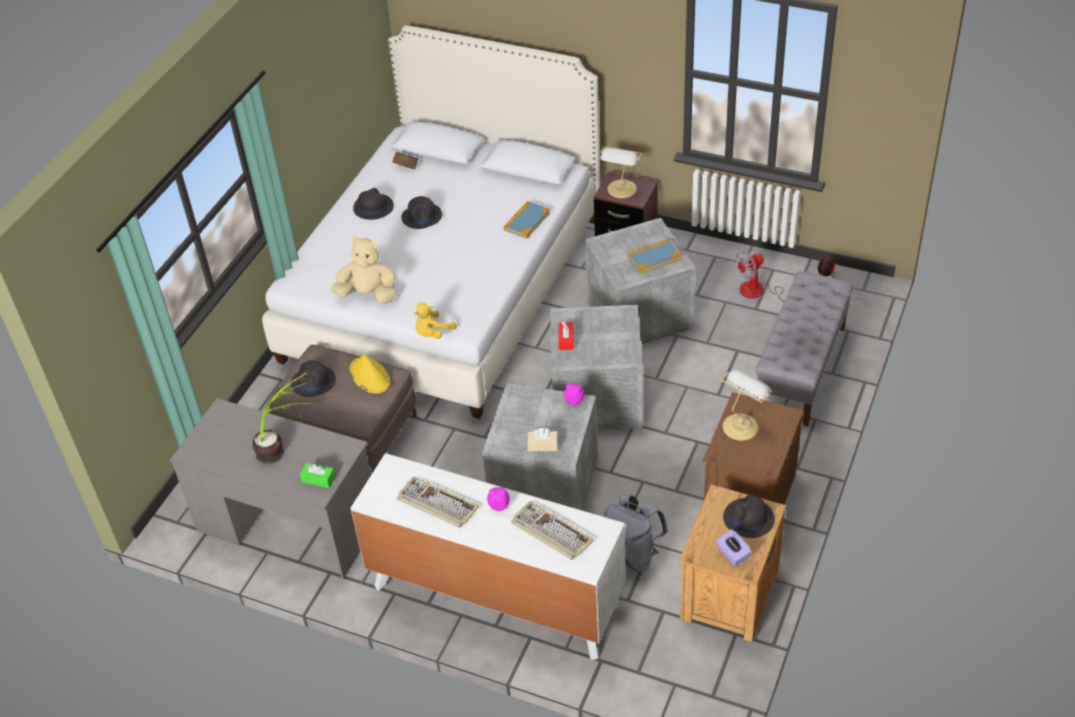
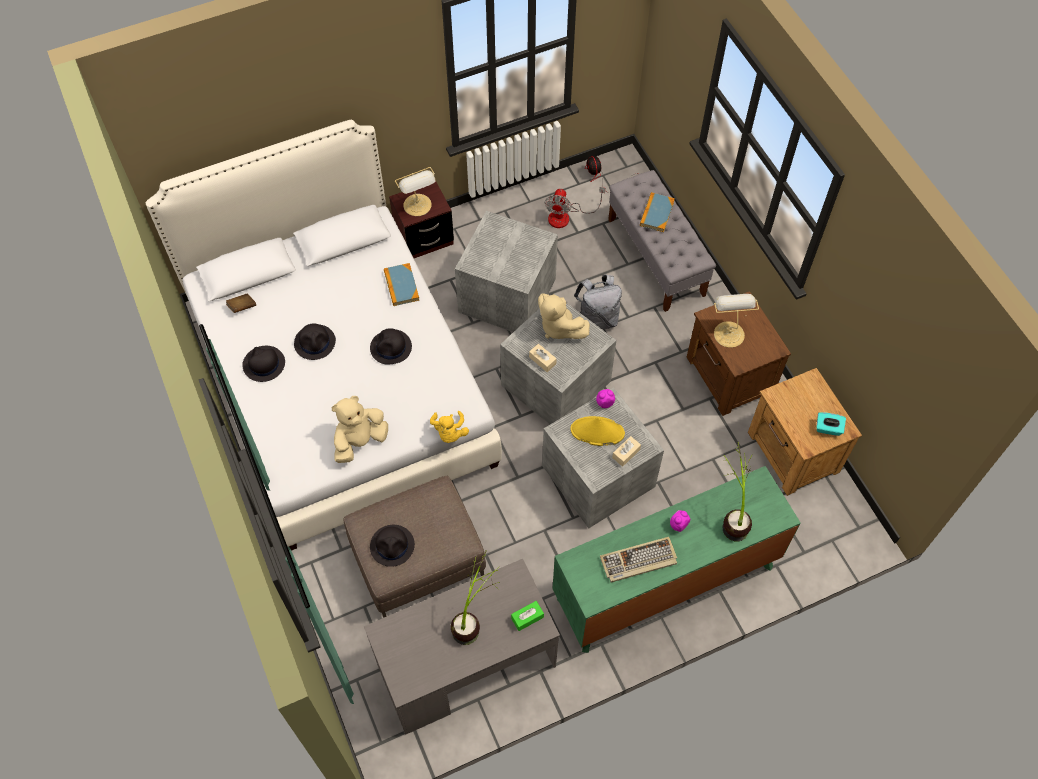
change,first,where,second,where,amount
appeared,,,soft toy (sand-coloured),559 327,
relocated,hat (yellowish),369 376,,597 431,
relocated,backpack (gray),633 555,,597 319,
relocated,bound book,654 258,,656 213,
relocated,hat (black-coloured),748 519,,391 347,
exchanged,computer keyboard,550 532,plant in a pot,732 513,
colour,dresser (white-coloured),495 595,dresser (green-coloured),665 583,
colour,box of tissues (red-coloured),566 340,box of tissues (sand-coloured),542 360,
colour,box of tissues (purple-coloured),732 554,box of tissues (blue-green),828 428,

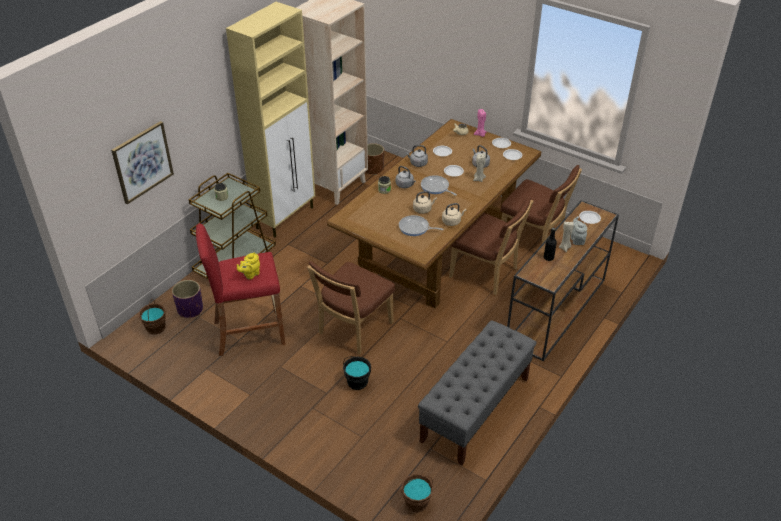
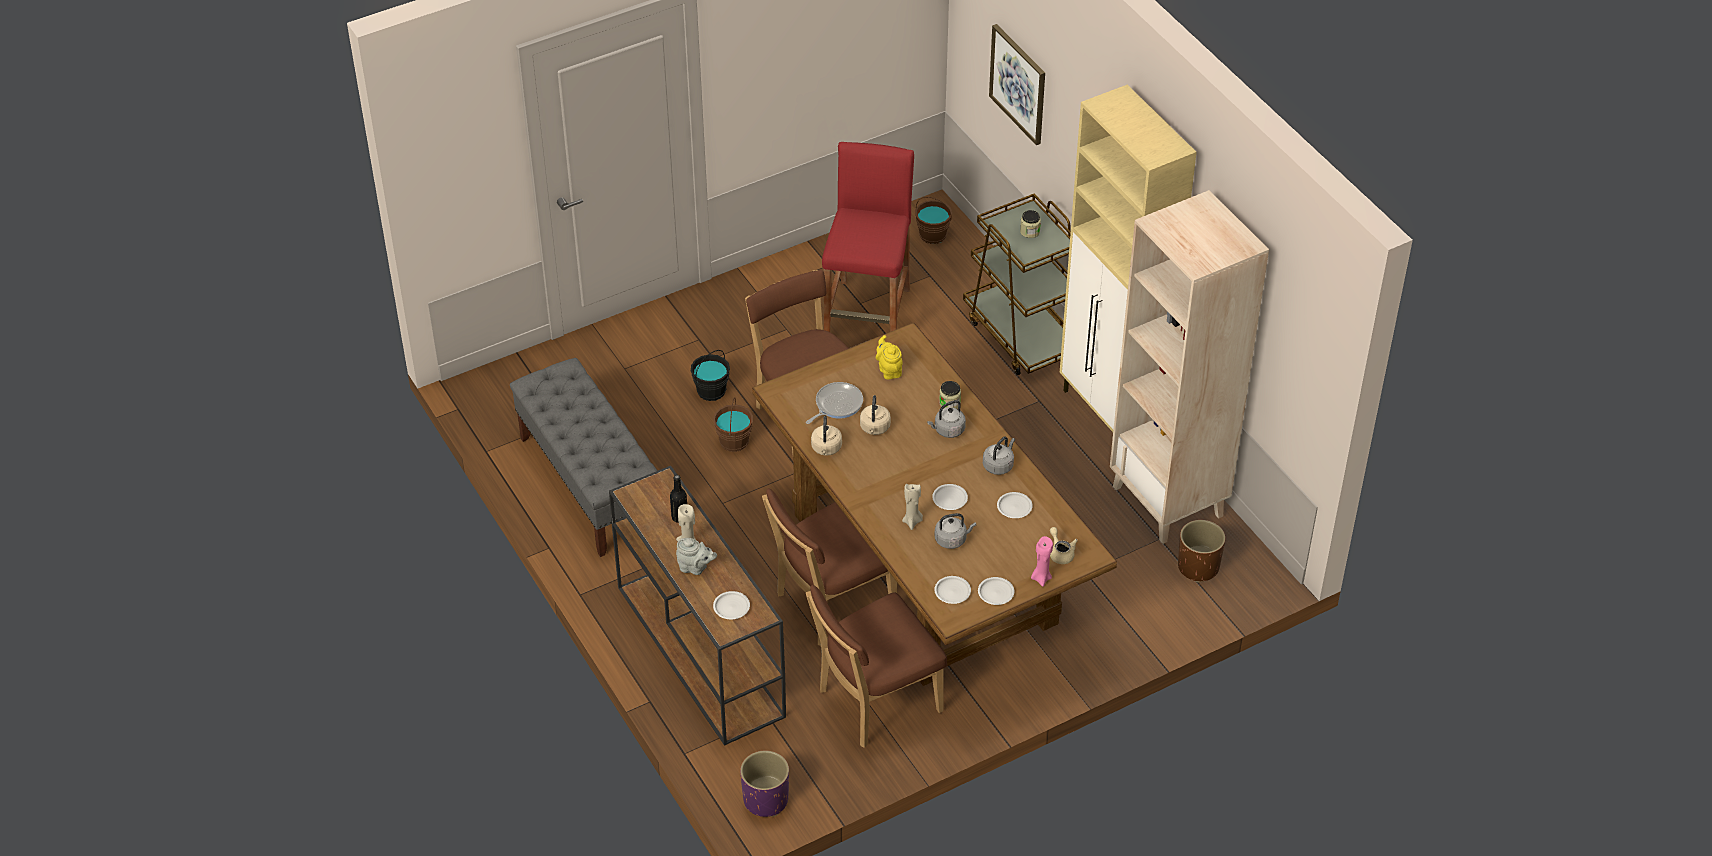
change,first,where,second,where,amount
missing,skillet,436 187,,,
relocated,planter (purple-coloured),190 309,,765 800,
relocated,tea pot (yellowish),250 274,,889 370,
relocated,water bucket (brownish),416 502,,733 441,

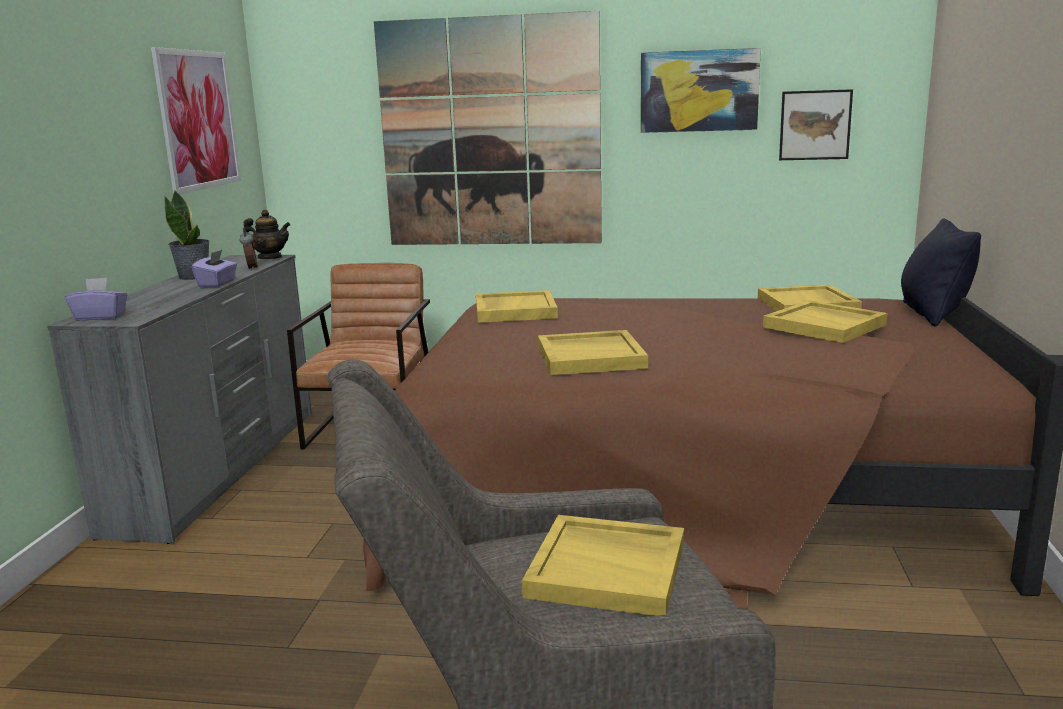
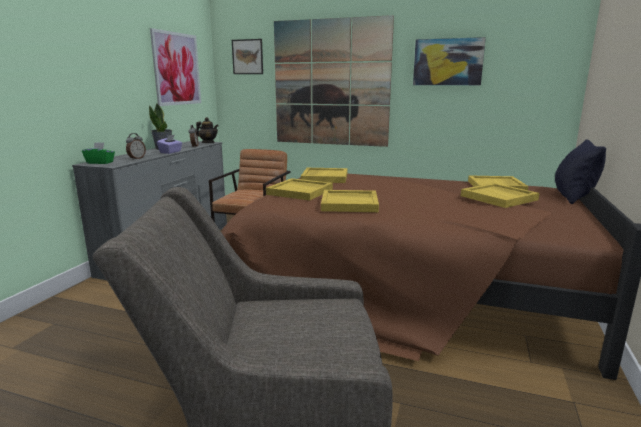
change,first,where,second,where,amount
appeared,,,table clock,136 158,
relocated,tray (yellowish),608 569,,300 191,
relocated,picture,815 125,,247 57,
colour,box of tissues (purple-coloured),100 317,box of tissues (green-coloured),100 162,

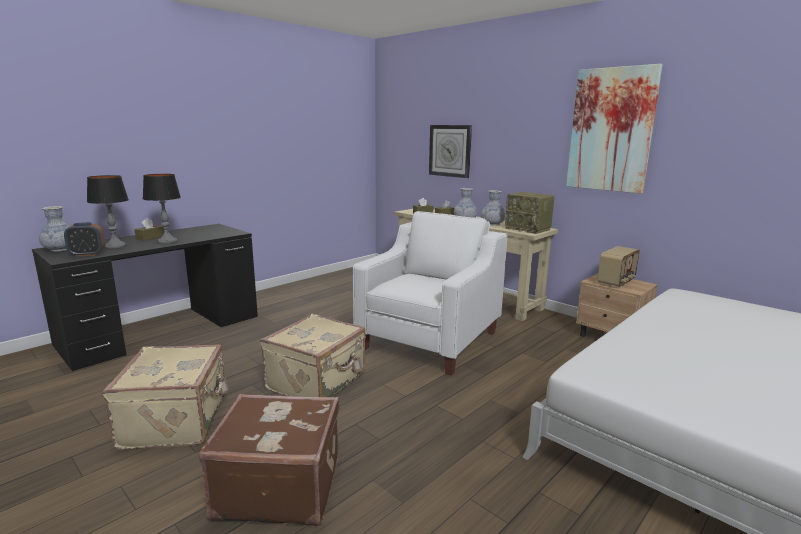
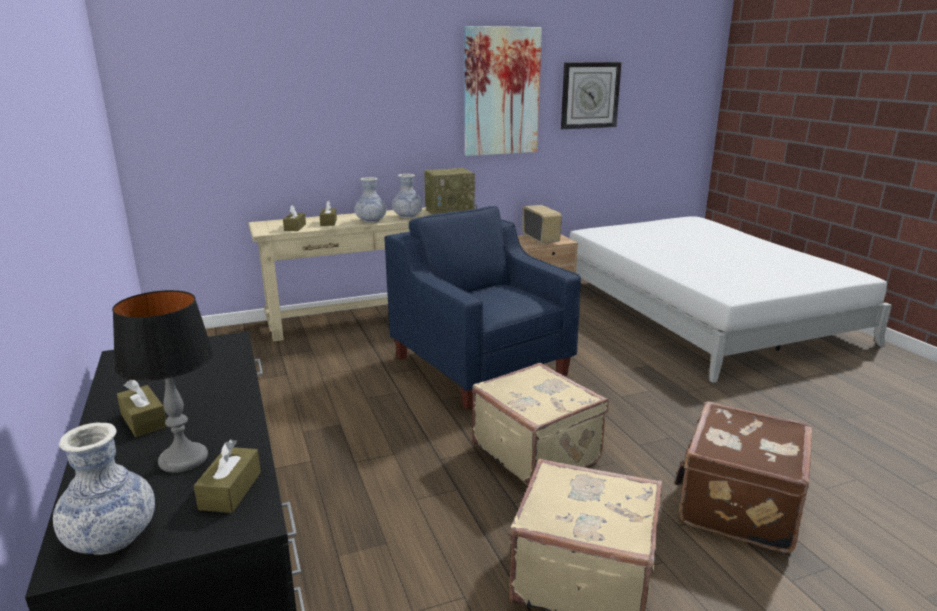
change,first,where,second,where,amount
missing,lamp for a table,167 241,,,
relocated,hanging clock,450 151,,590 95,
exchanged,table clock,87 254,box of tissues (brownish),230 490,
colour,lounge chair (white-coloured),430 340,lounge chair (blue-coloured),480 365,

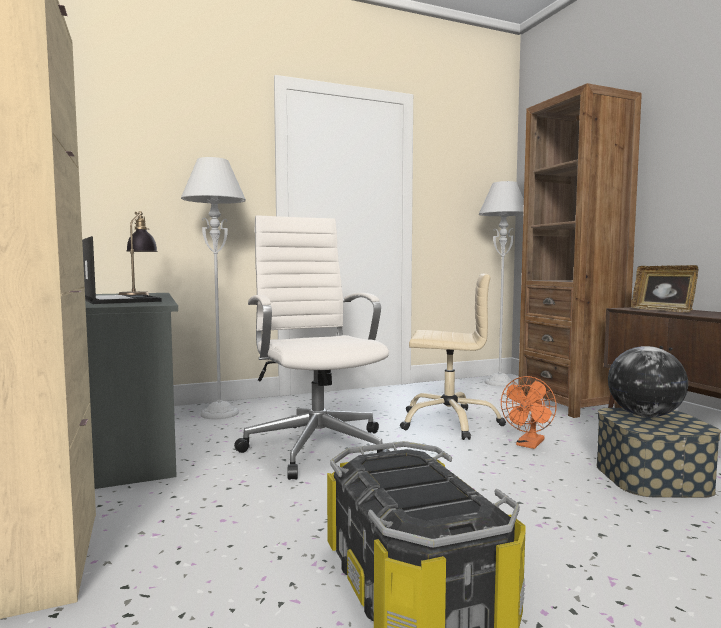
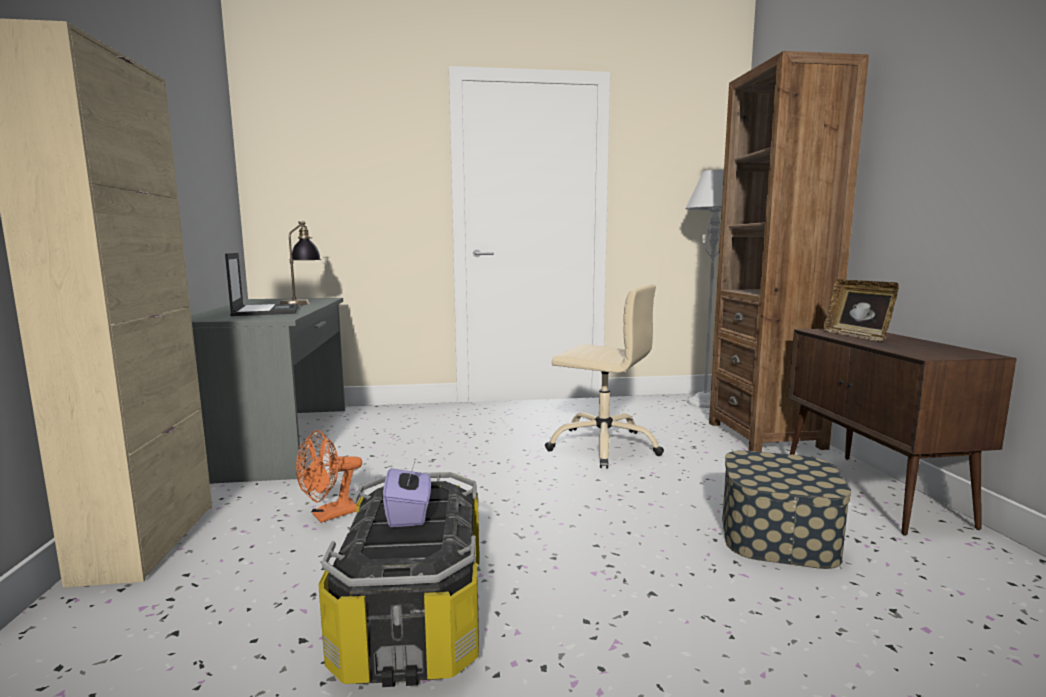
change,first,where,second,where,amount
missing,standard lamp (gray),219 413,,,
missing,office chair (white-coloured),316 446,,,
missing,globe,645 415,,,
appeared,,,box of tissues (purple-coloured),409 514,
relocated,fan (orange-coloured),529 444,,329 515,

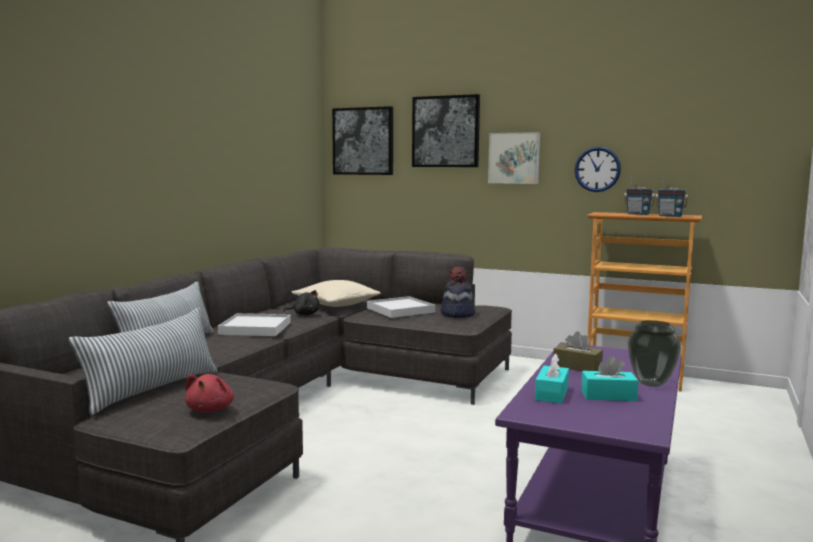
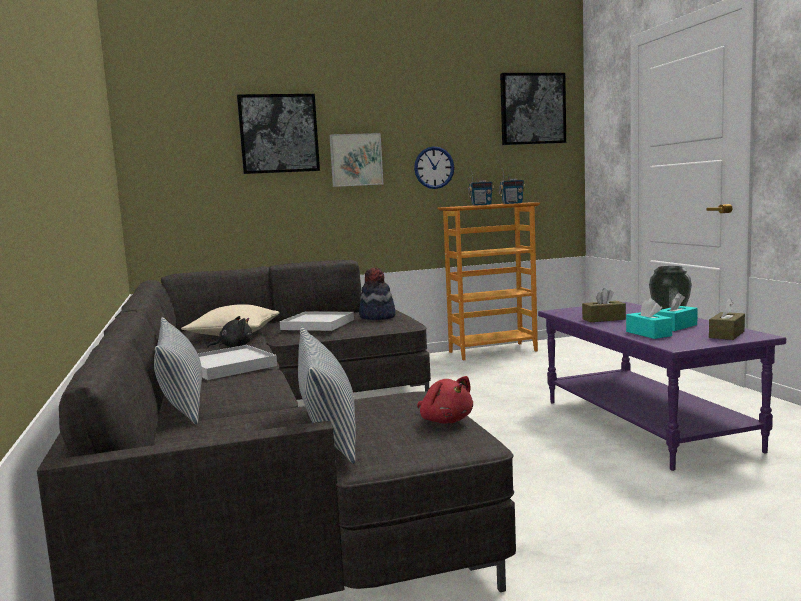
change,first,where,second,where,amount
appeared,,,box of tissues (brownish),726 334,
relocated,picture,363 141,,532 109,

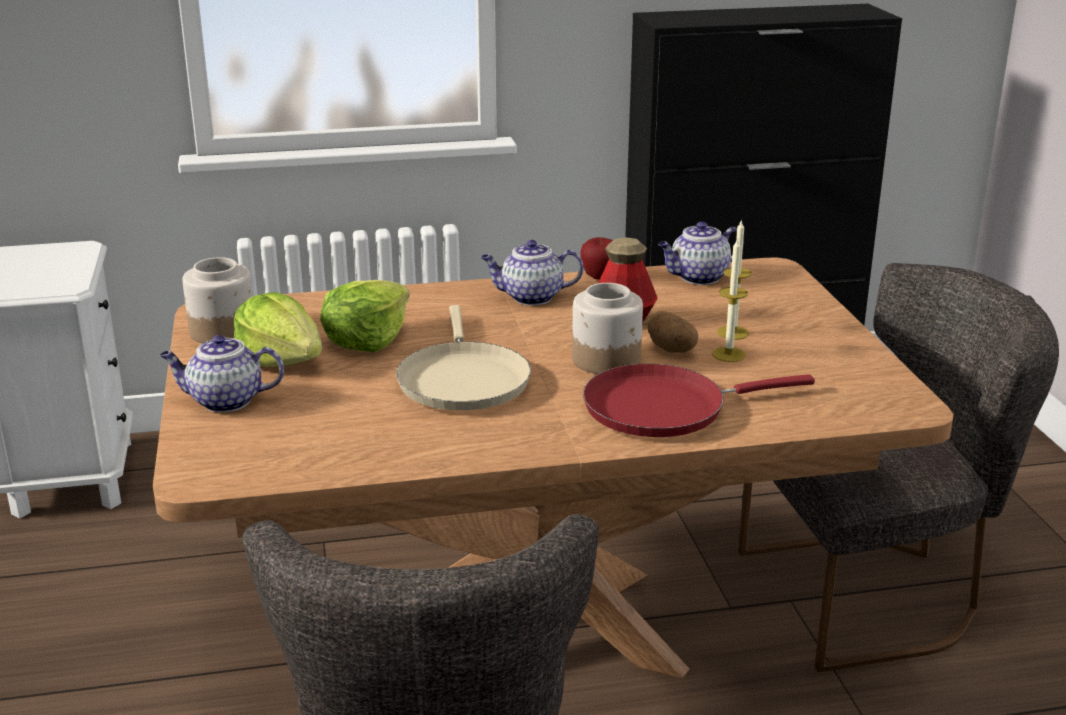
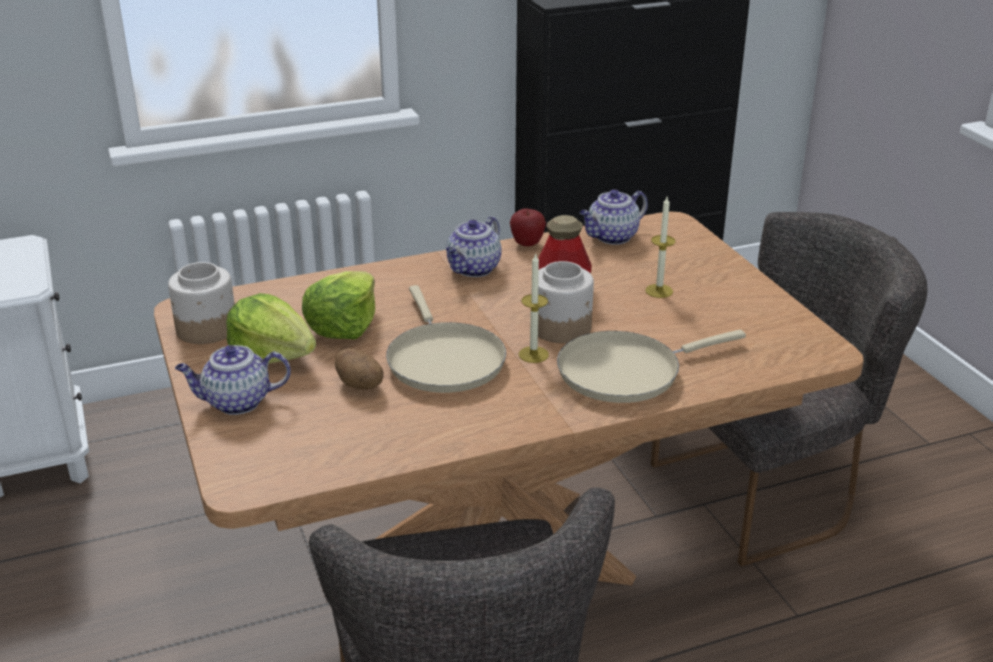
change,first,where,second,where,amount
relocated,whole potato,672 350,,361 385,
relocated,wax candle,728 354,,533 354,
colour,skillet (red-coloured),664 408,skillet (sand-coloured),626 371,
spun,tea pot,530 297,,473 269,45 degrees counterclockwise

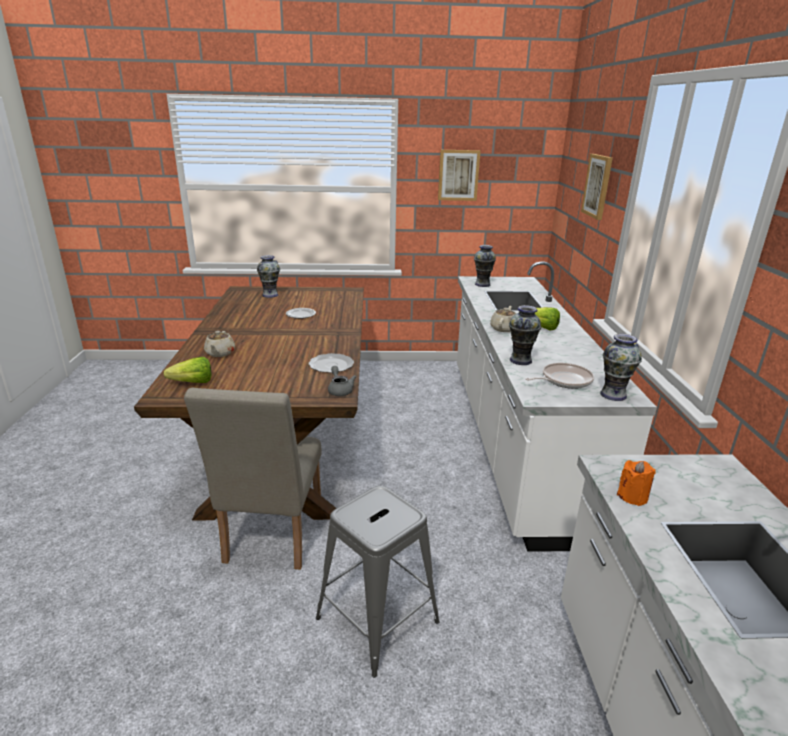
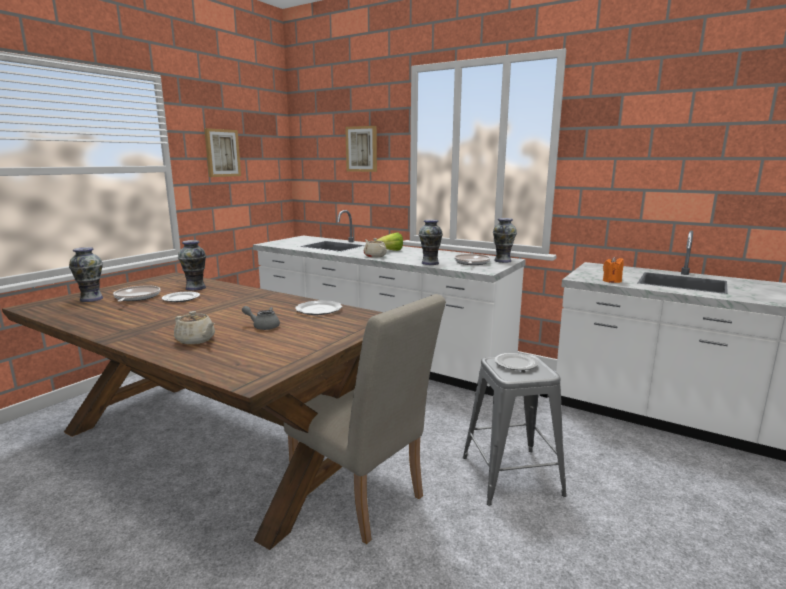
change,first,where,second,where,amount
missing,head of lettuce,189 383,,,
appeared,,,skillet,136 297,
appeared,,,dinner plate,515 364,
relocated,tea pot (gray),340 390,,263 326,
relocated,vase,483 284,,196 288,

